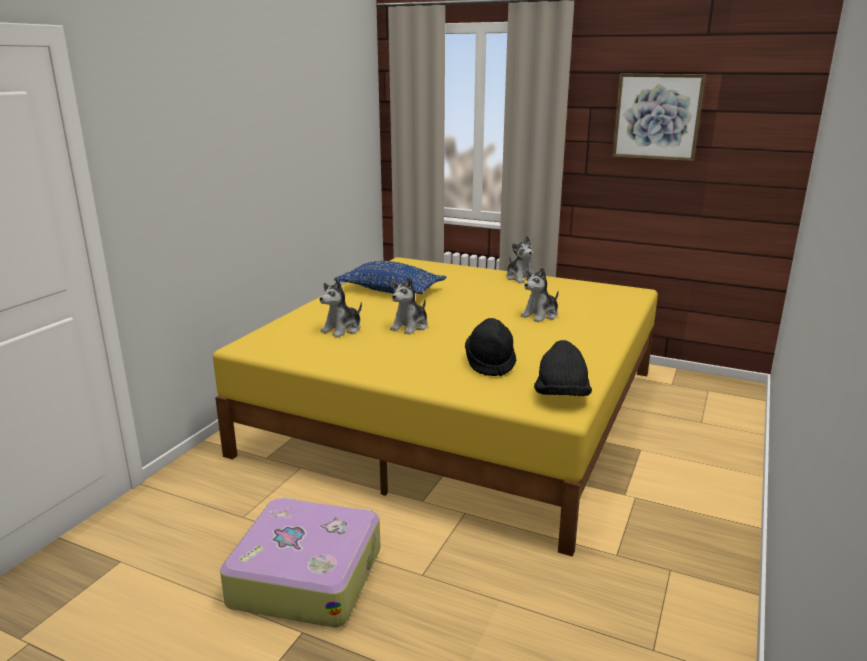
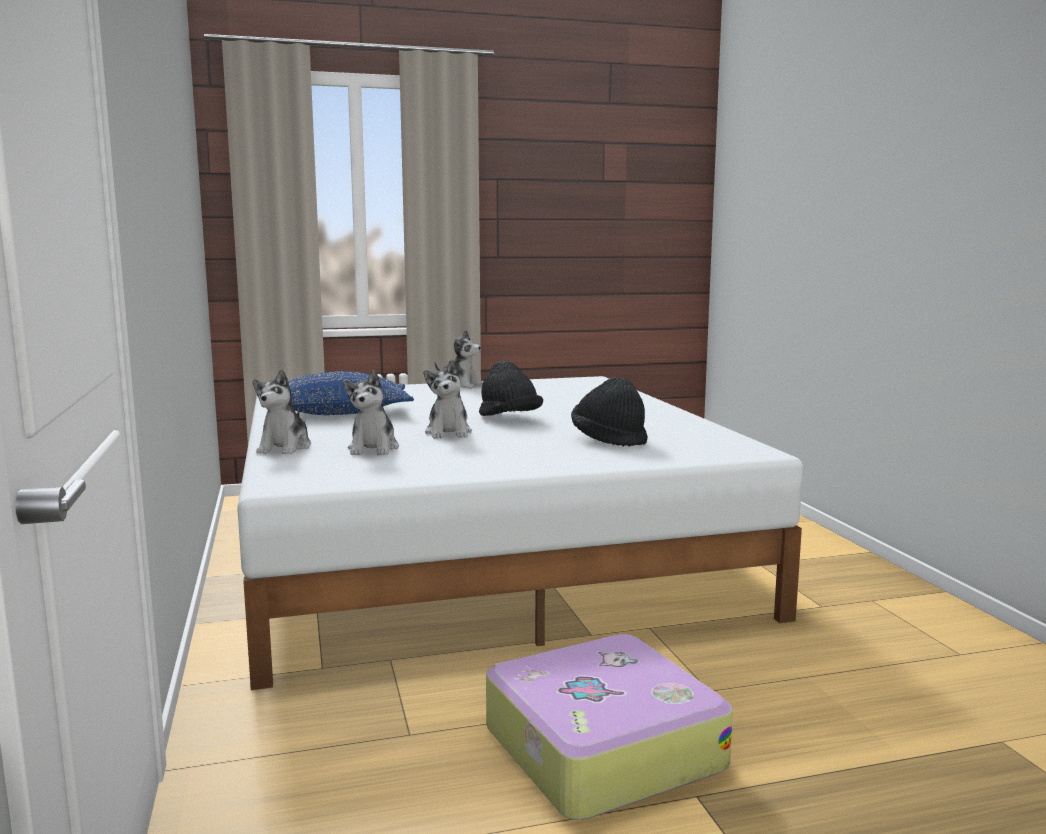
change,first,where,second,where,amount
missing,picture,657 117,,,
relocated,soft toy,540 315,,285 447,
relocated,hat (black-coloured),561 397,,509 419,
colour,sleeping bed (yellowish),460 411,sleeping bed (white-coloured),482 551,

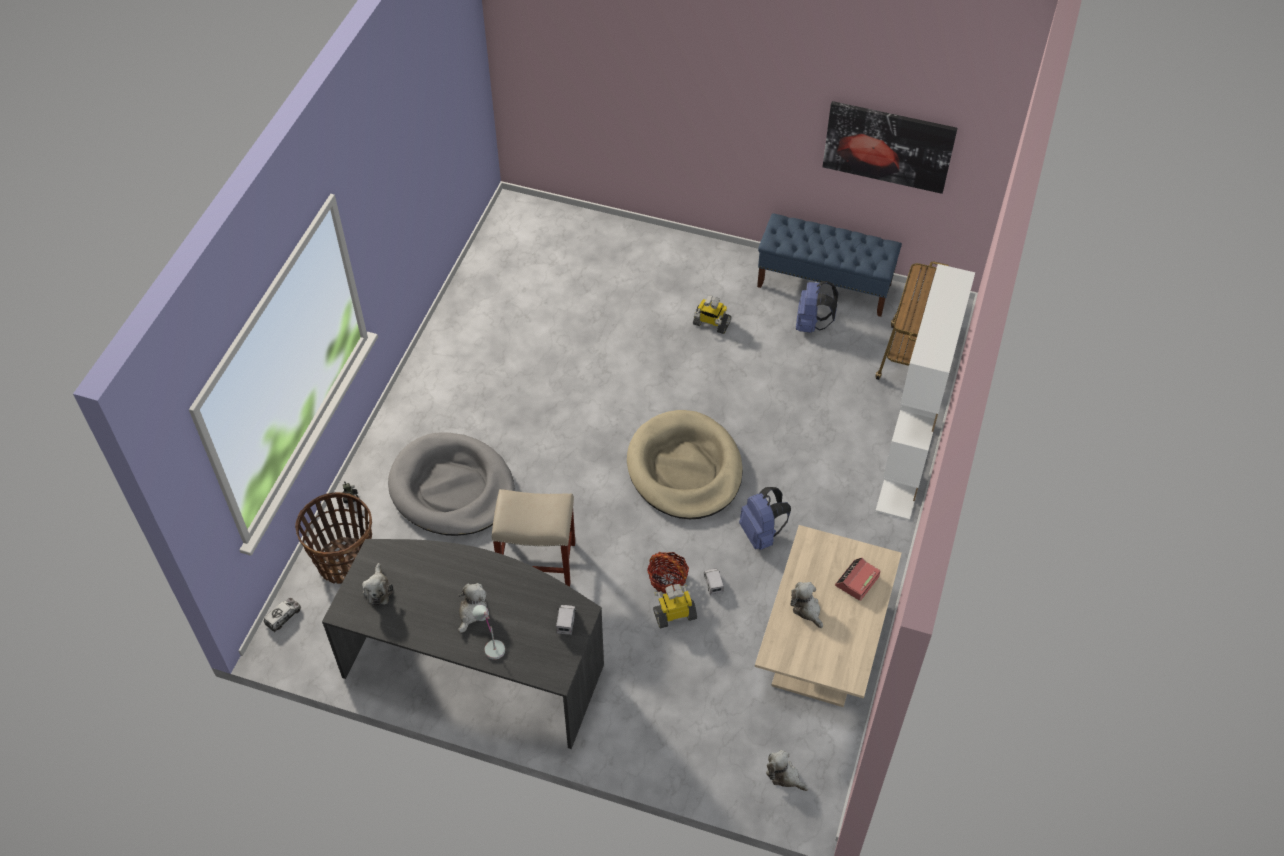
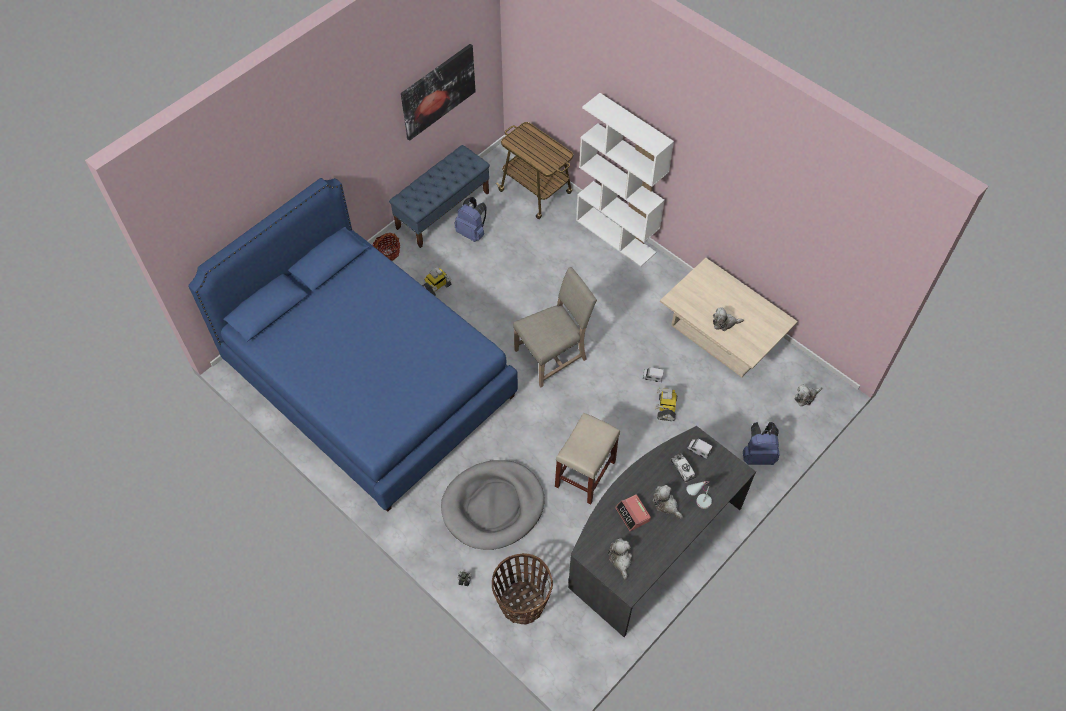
change,first,where,second,where,amount
appeared,,,sleeping bed (blue-coloured),369 379,
relocated,toy truck,283 617,,682 469,
relocated,basket,667 579,,387 252,
relocated,backpack (blue-coloured),761 534,,758 455,
relocated,table clock,857 581,,633 514,
exchanged,dog cushion (sand-coloured),685 469,upright chair (sand-coloured),553 355,
spun,soft toy,378 590,,620 560,120 degrees counterclockwise

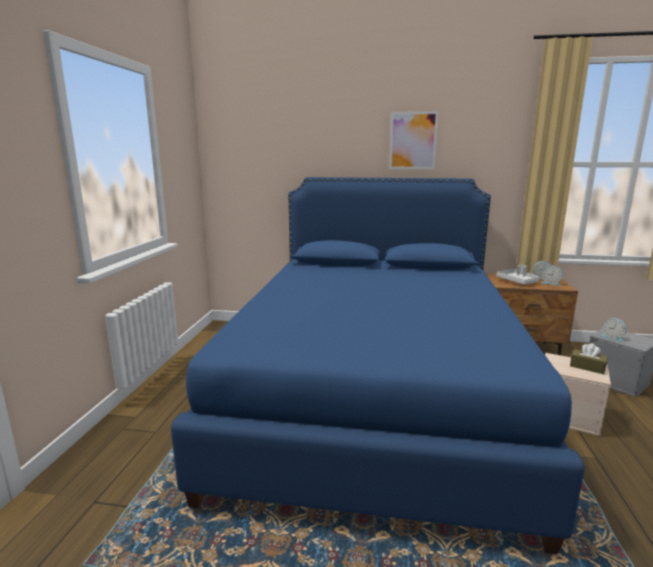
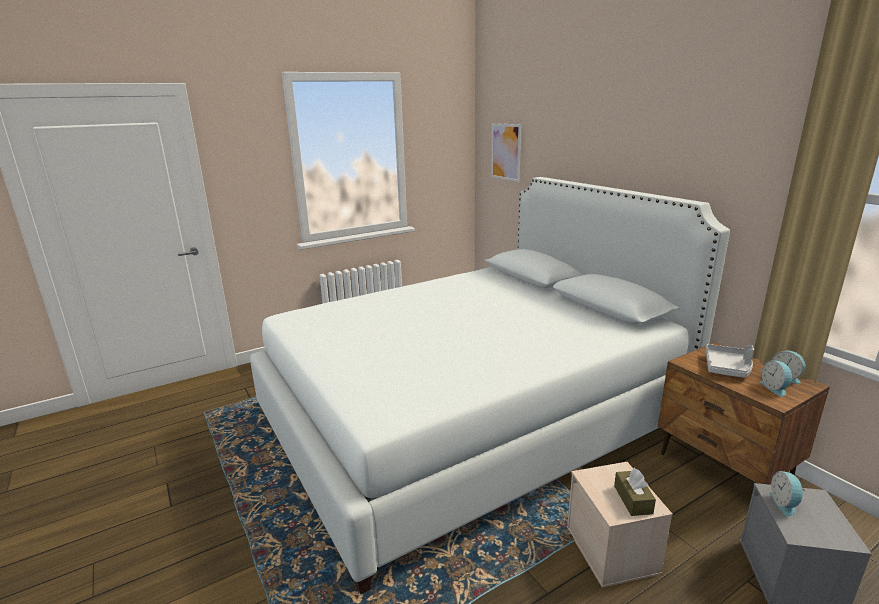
change,first,where,second,where,amount
relocated,picture,413 140,,506 152,
colour,sleeping bed (blue-coloured),374 396,sleeping bed (white-coloured),470 420,

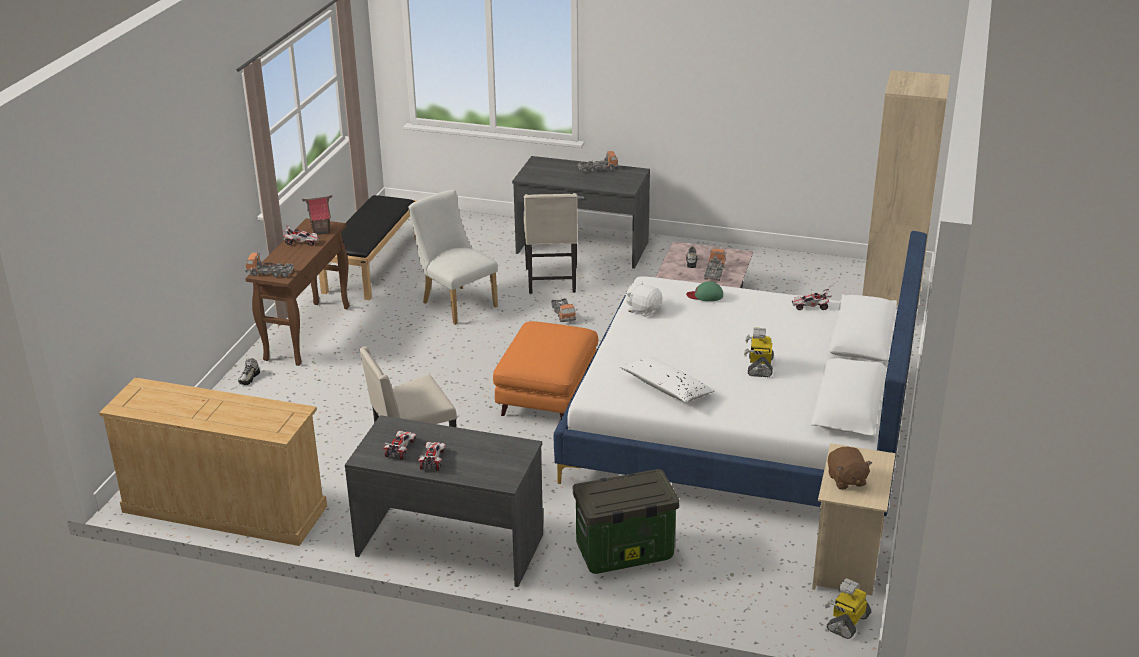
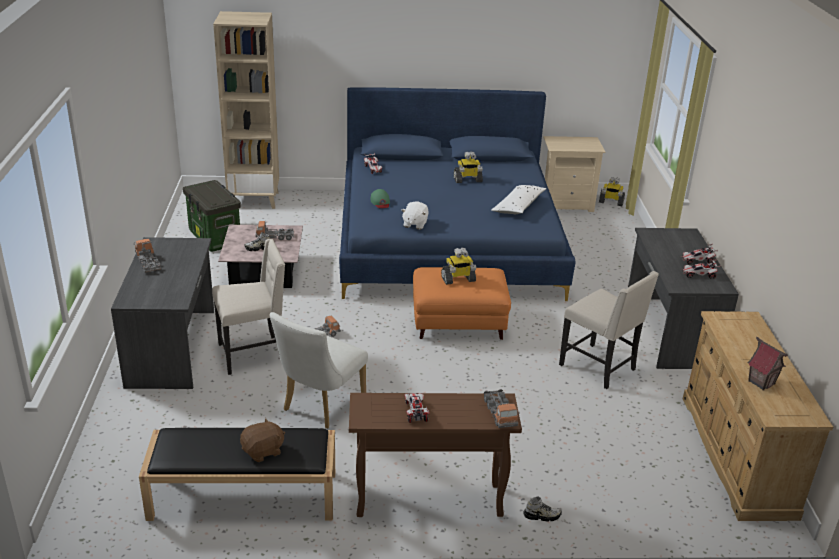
change,first,where,second,where,amount
appeared,,,robot figure,458 279,
relocated,miniature house,321 231,,761 382,
relocated,storage bin,623 553,,215 238,
relocated,soft toy (brownish),846 480,,263 451,
colour,sleeping bed (white-coloured),741 425,sleeping bed (blue-coloured),447 242,

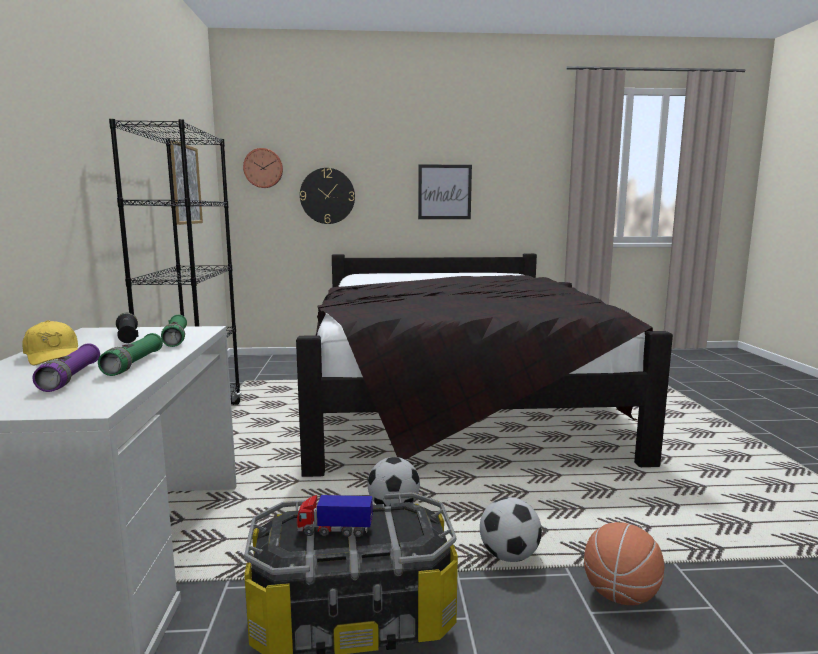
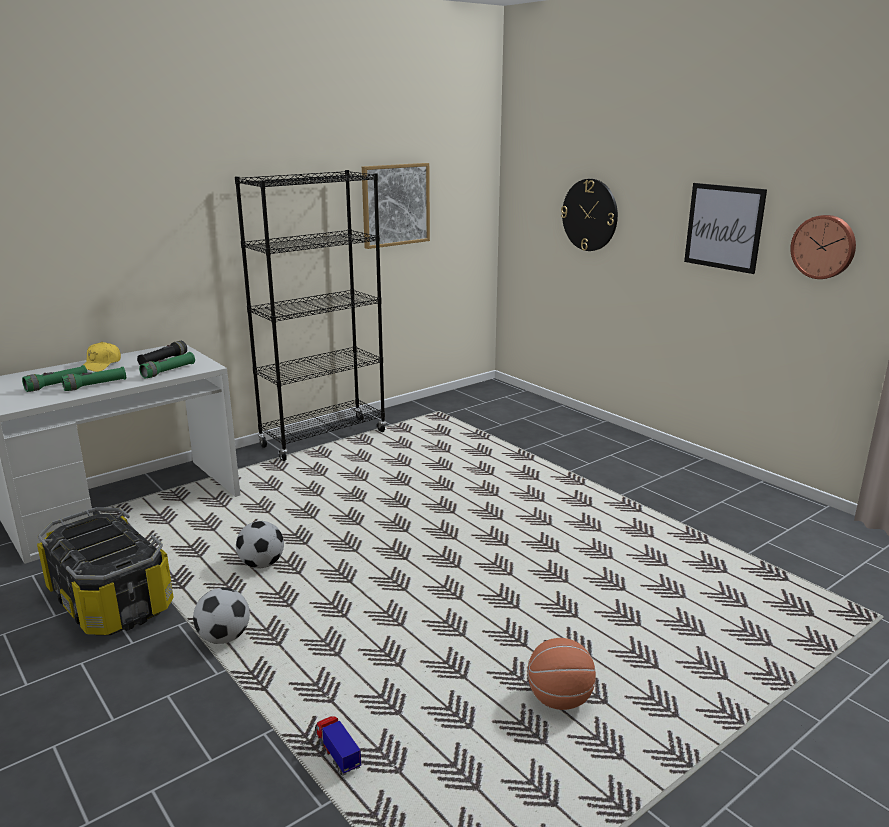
change,first,where,second,where,amount
missing,sleeping bed (black-coloured),453 396,,,
relocated,hanging clock,263 168,,824 246,
relocated,toy truck,334 530,,338 755,
relocated,ball for basketball,620 595,,560 699,
colour,hand torch (purple-coloured),71 378,hand torch (green-coloured),57 385,

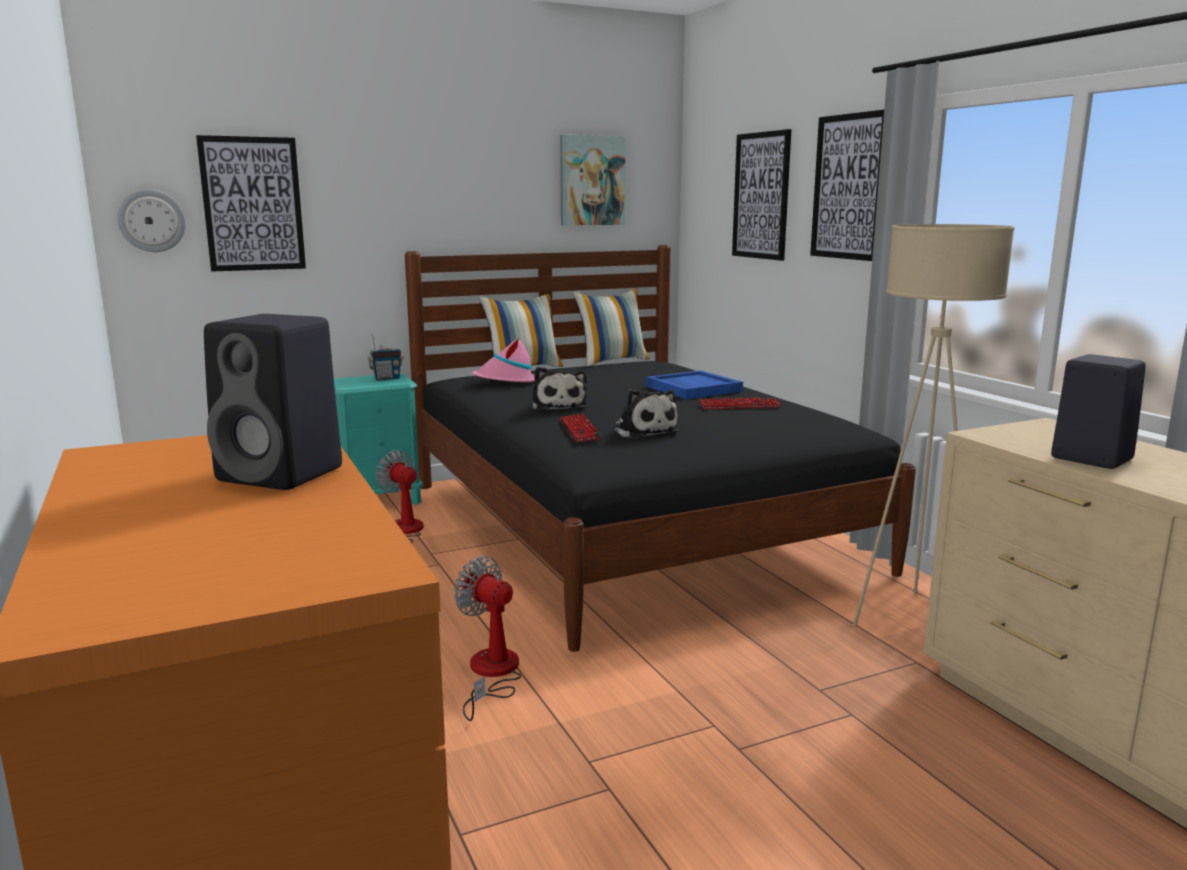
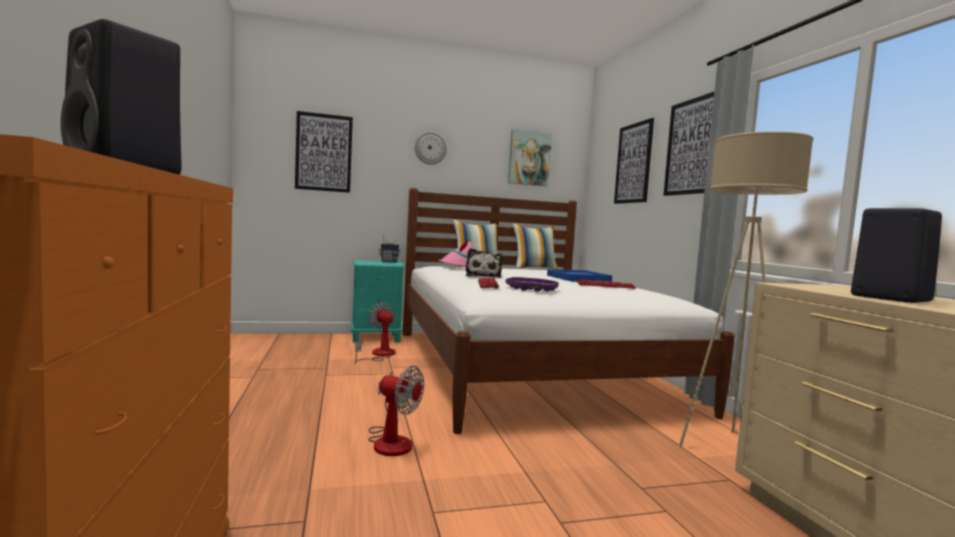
change,first,where,second,where,amount
relocated,hanging clock,151 220,,430 148,
exchanged,soft toy,643 431,tray (purple-coloured),531 288,
colour,sleeping bed (black-coloured),628 526,sleeping bed (white-coloured),527 367,
spun,fan,491 674,,391 440,150 degrees clockwise

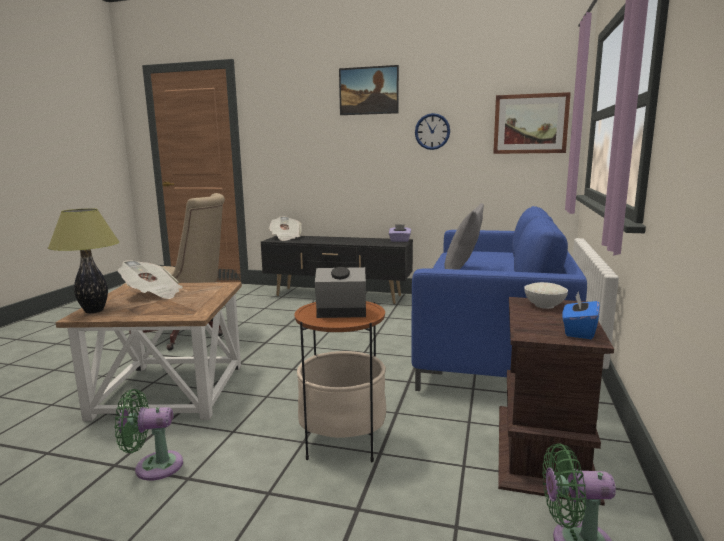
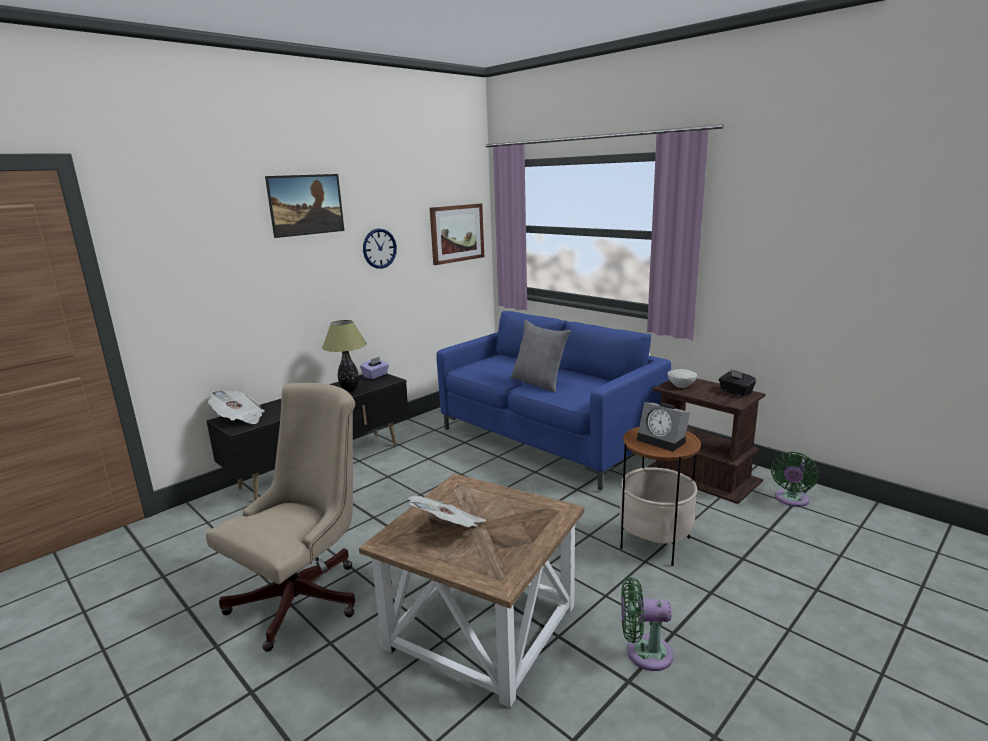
change,first,where,second,where,amount
relocated,lamp for a table,94 311,,349 390,
colour,box of tissues (blue-coloured),579 331,box of tissues (black-coloured),735 392,
spun,fan (green-coloured),153 466,,644 653,75 degrees clockwise
spun,table clock,339 313,,663 441,75 degrees counterclockwise

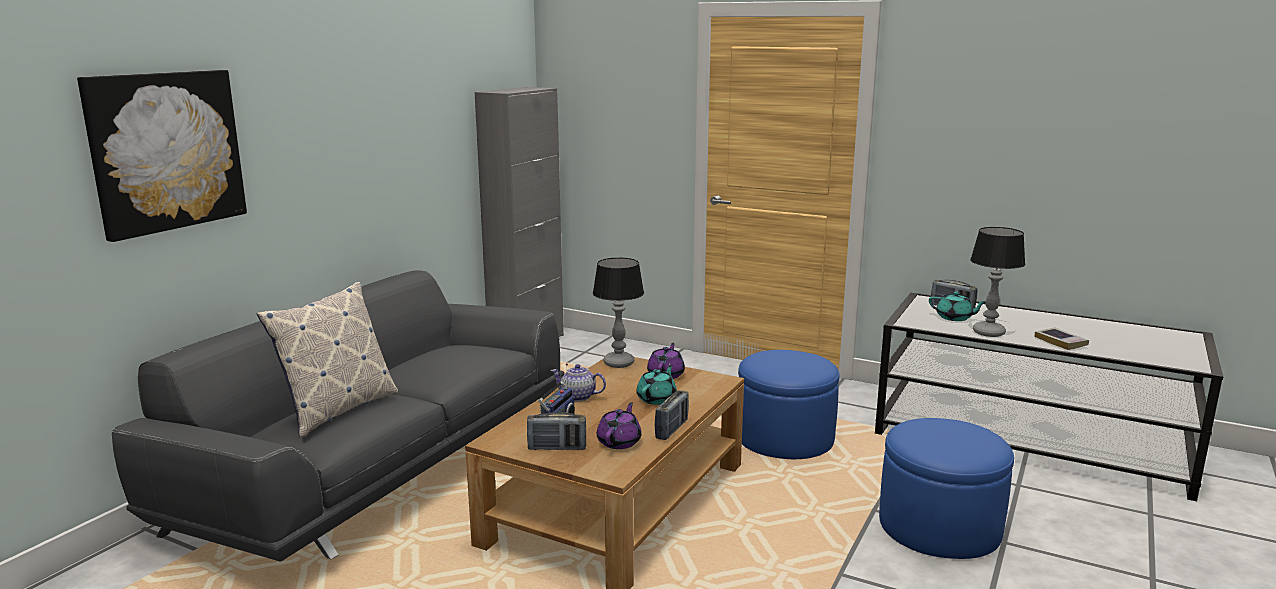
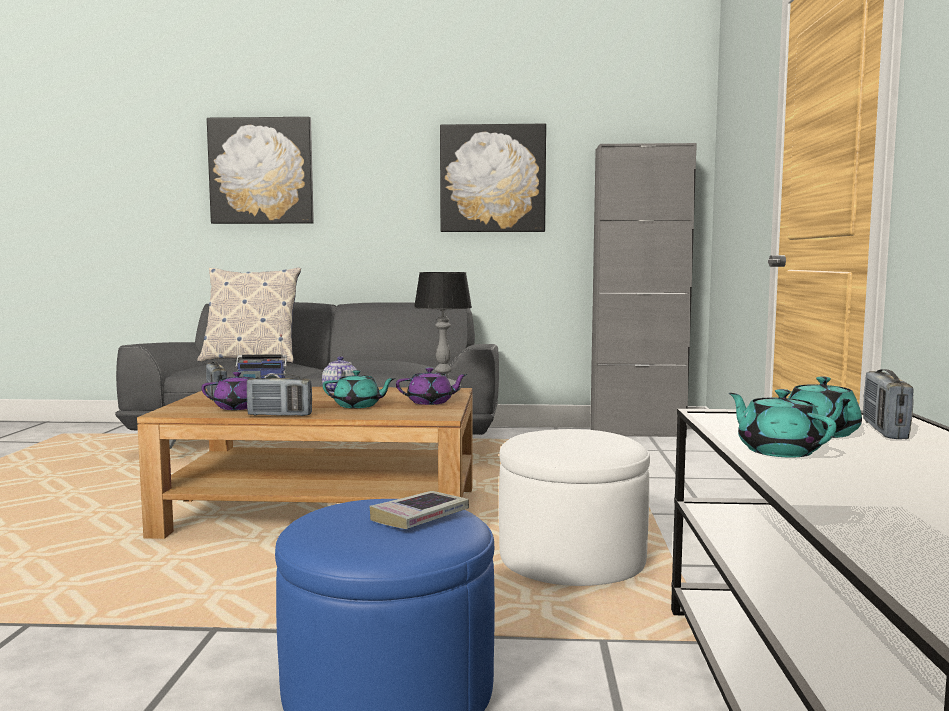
change,first,where,second,where,amount
appeared,,,picture,492 179,
relocated,bound book,1060 342,,420 517,
exchanged,lamp for a table,988 333,tea pot (blue-green),778 451,
colour,footrest (blue-coloured),785 437,footrest (white-coloured),572 557,

